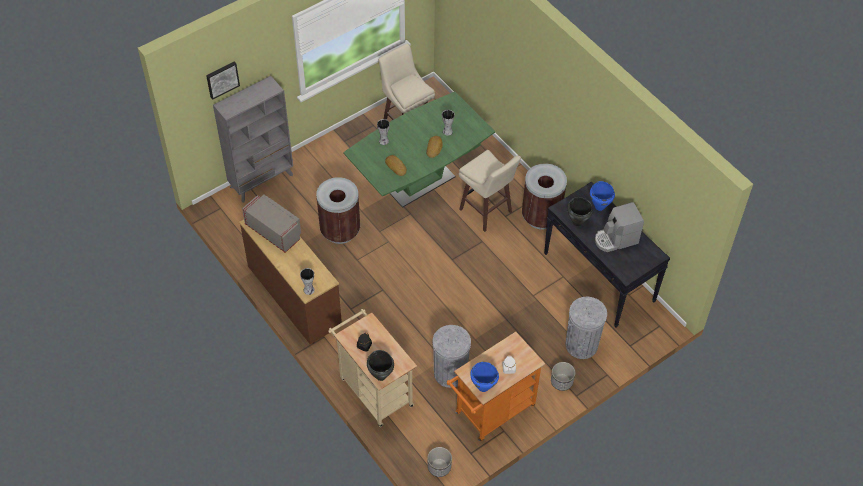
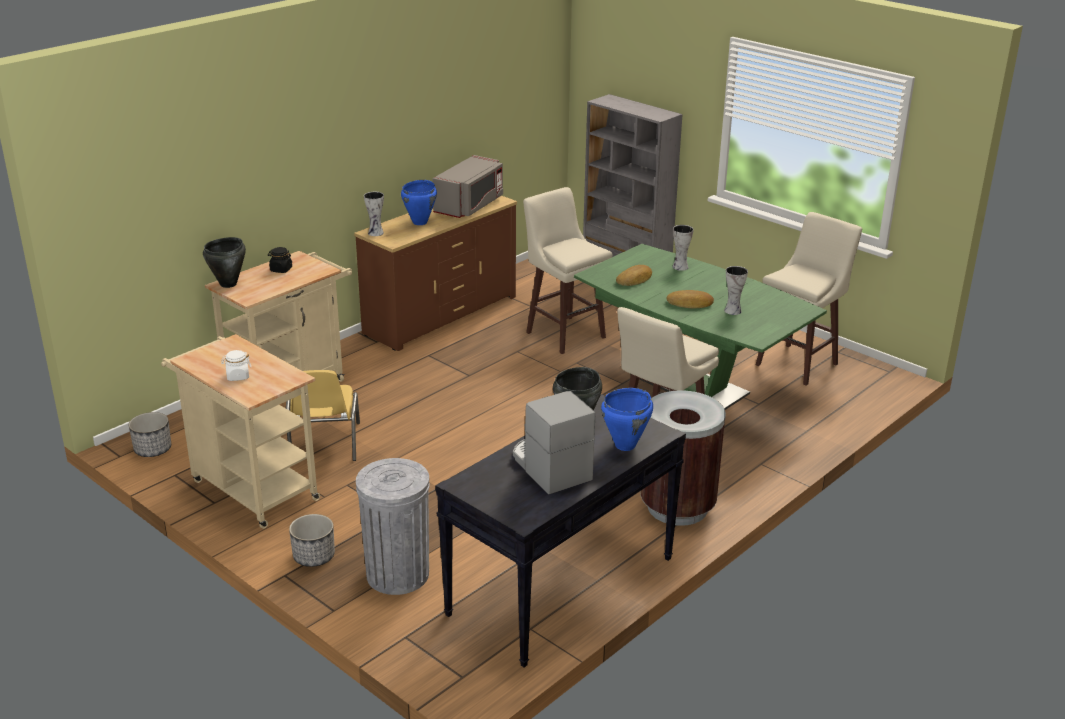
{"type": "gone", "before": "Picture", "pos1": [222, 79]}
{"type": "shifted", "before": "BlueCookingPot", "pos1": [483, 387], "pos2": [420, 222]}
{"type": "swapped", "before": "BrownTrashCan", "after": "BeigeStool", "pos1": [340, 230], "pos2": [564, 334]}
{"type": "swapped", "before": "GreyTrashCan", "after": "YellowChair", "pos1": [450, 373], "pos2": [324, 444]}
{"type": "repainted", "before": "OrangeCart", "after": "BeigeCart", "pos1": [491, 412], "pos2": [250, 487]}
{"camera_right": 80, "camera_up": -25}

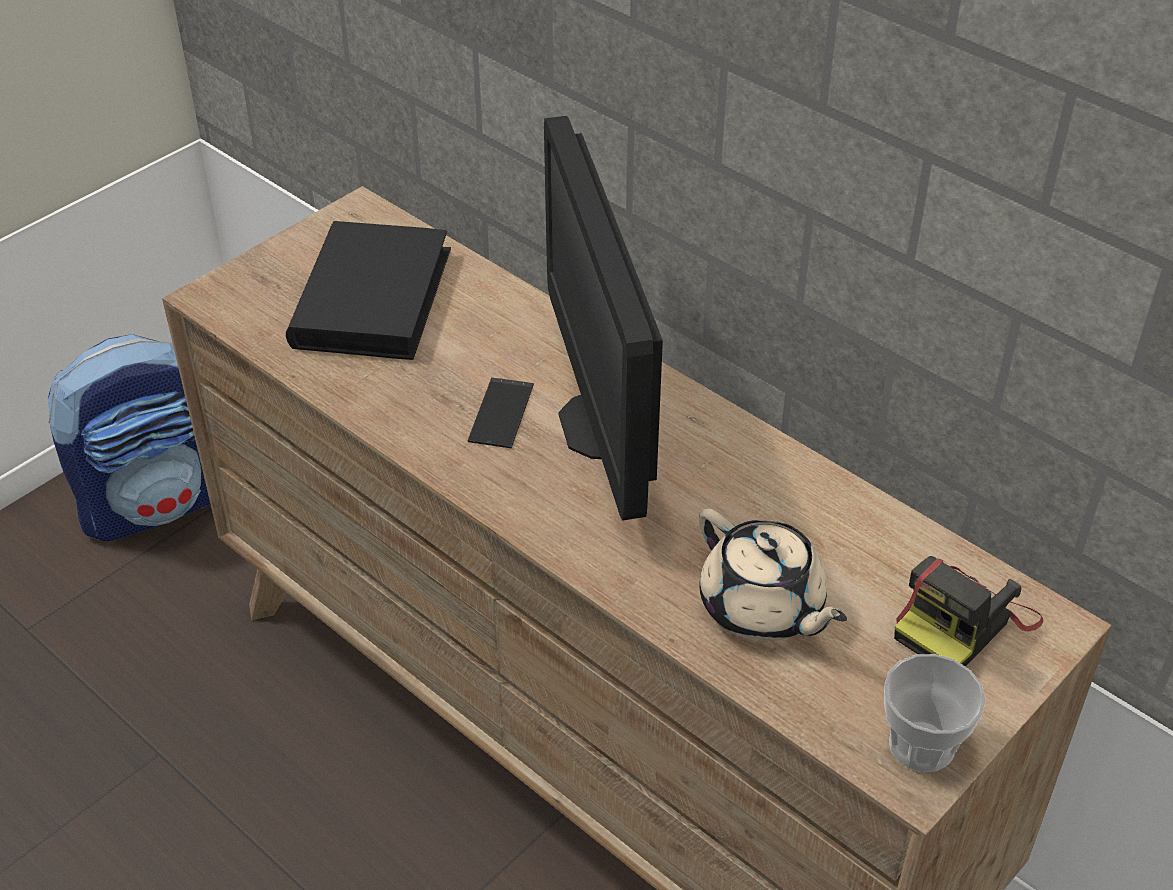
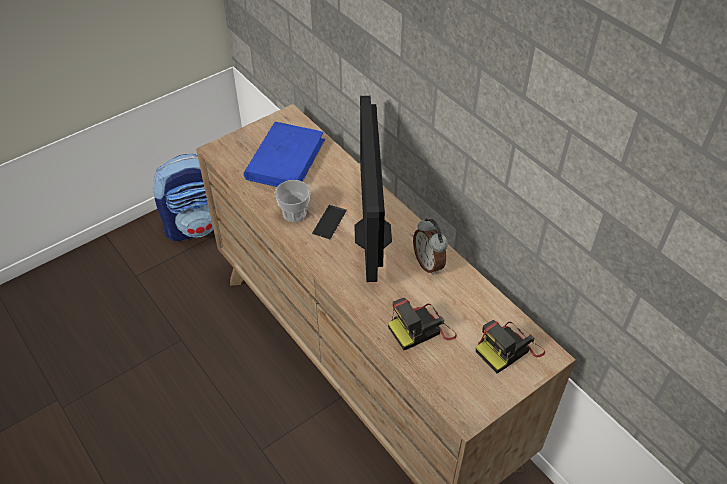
{"type": "new", "after": "AlarmClock", "pos2": [429, 263]}
{"type": "shifted", "before": "Cup", "pos1": [921, 745], "pos2": [294, 213]}
{"type": "swapped", "before": "BeigeTeapot", "after": "PhotoCamera", "pos1": [762, 608], "pos2": [421, 329]}
{"type": "repainted", "before": "BlackBook", "after": "BlueBook", "pos1": [372, 298], "pos2": [285, 159]}
{"camera_right": 10, "camera_up": 5}

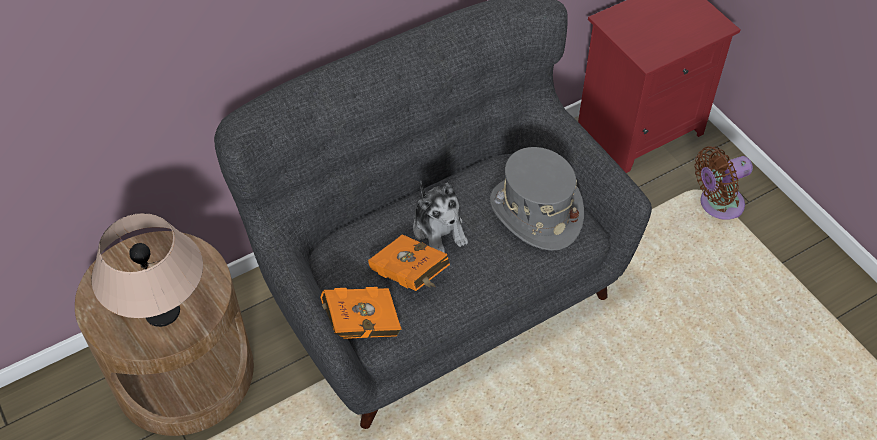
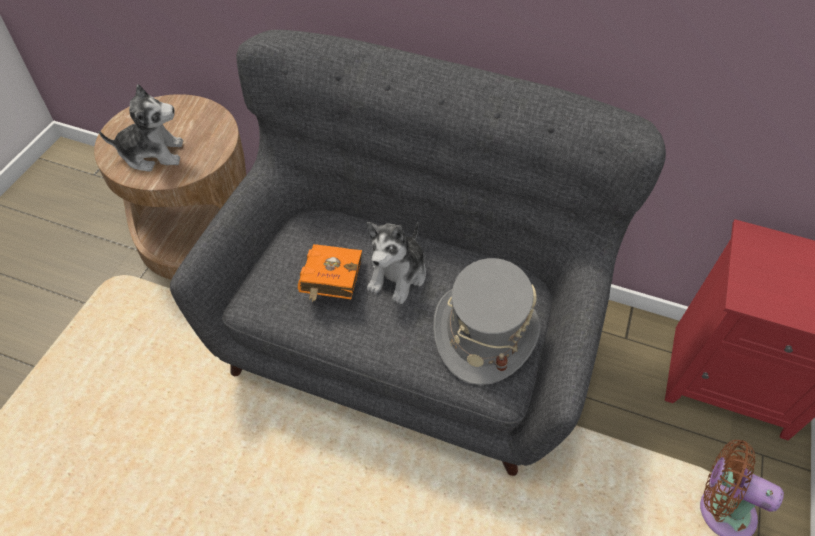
{"type": "gone", "before": "OrangeBook", "pos1": [358, 324]}
{"type": "swapped", "before": "BeigeTableLamp", "after": "PlushToy", "pos1": [162, 312], "pos2": [152, 154]}
{"camera_right": 50, "camera_up": 0}

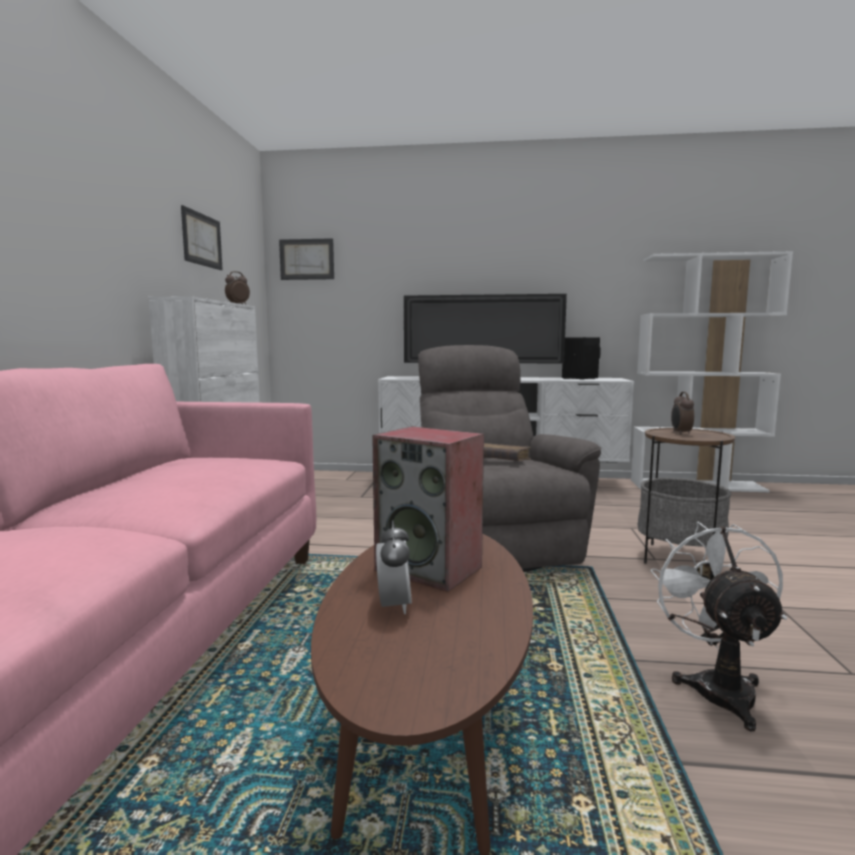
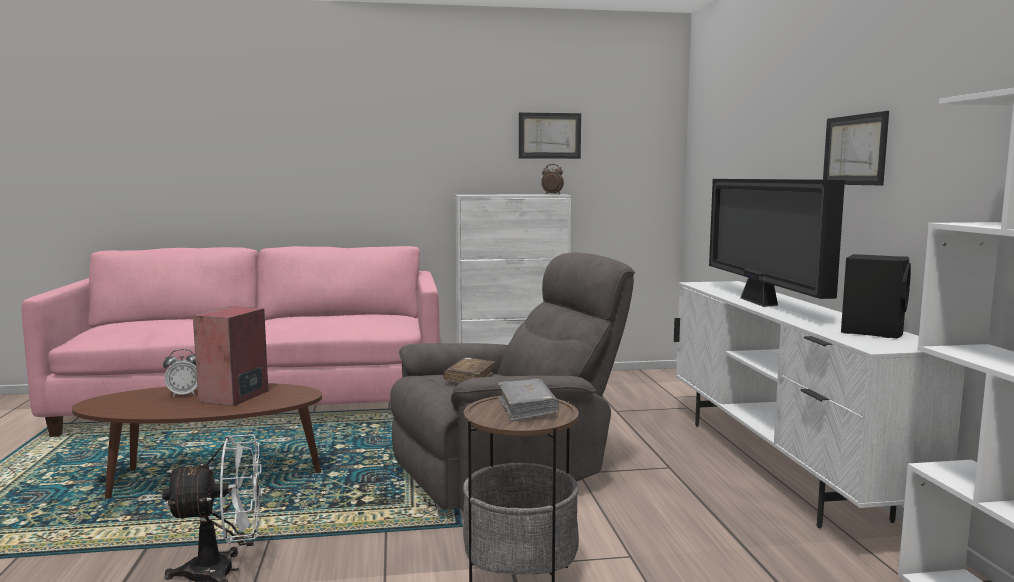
{"type": "shifted", "before": "Picture", "pos1": [307, 259], "pos2": [855, 150]}
{"type": "swapped", "before": "AlarmClock", "after": "GreyBook", "pos1": [680, 433], "pos2": [527, 409]}
{"camera_right": 75, "camera_up": 0}

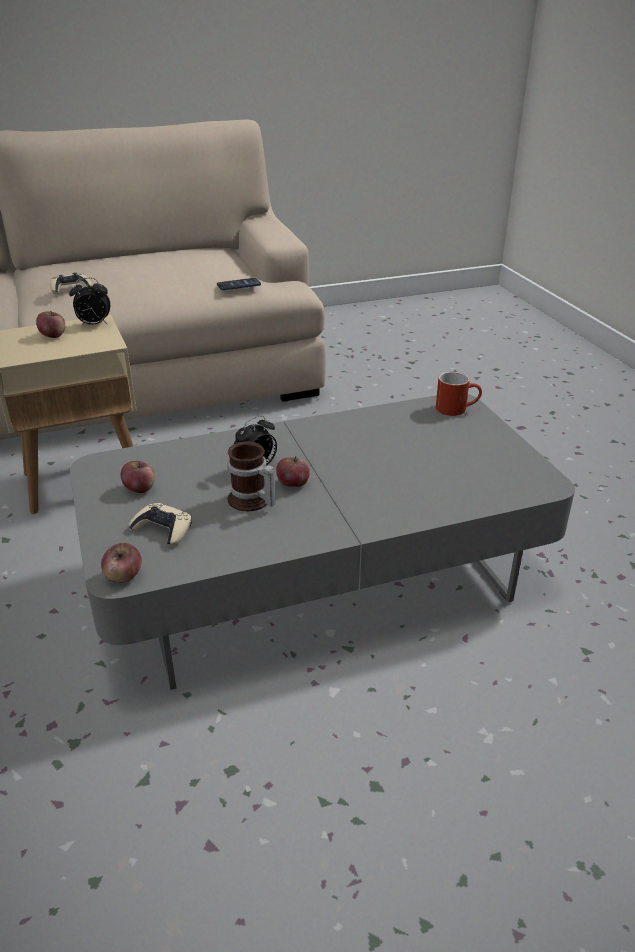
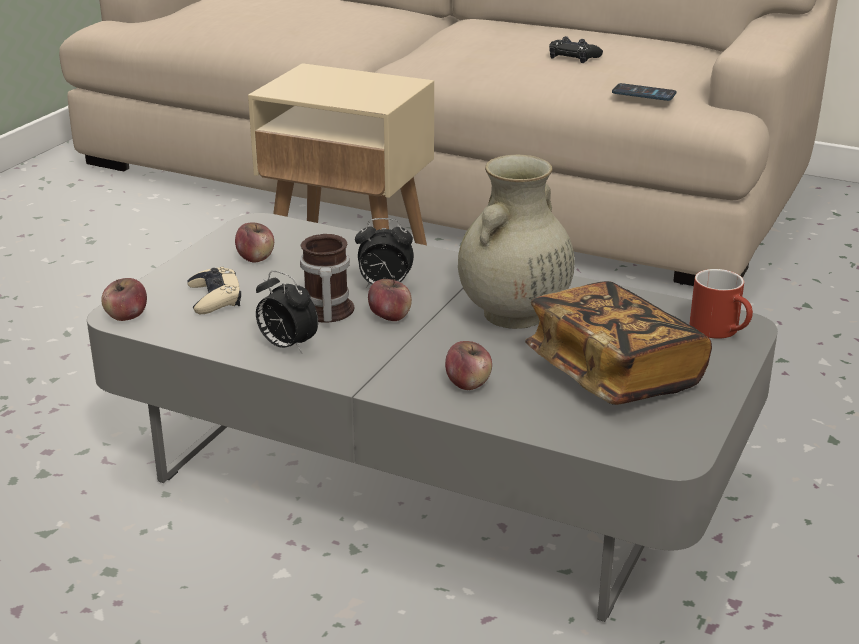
{"type": "gone", "before": "BeigeGameController", "pos1": [70, 288]}
{"type": "new", "after": "BeigeVase", "pos2": [513, 315]}
{"type": "new", "after": "Book", "pos2": [613, 374]}
{"type": "new", "after": "BlackGameController", "pos2": [573, 56]}
{"type": "shifted", "before": "Apple", "pos1": [53, 336], "pos2": [468, 383]}
{"type": "shifted", "before": "AlarmClock", "pos1": [94, 325], "pos2": [286, 346]}
{"camera_right": 45, "camera_up": -5}

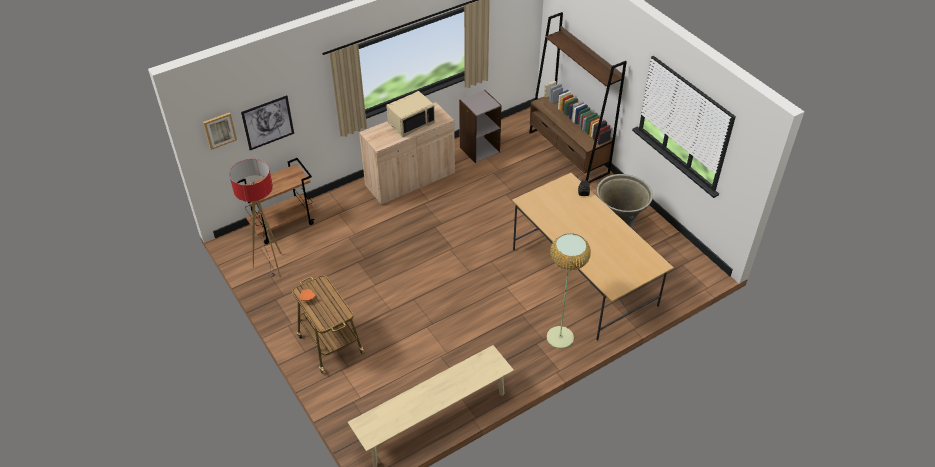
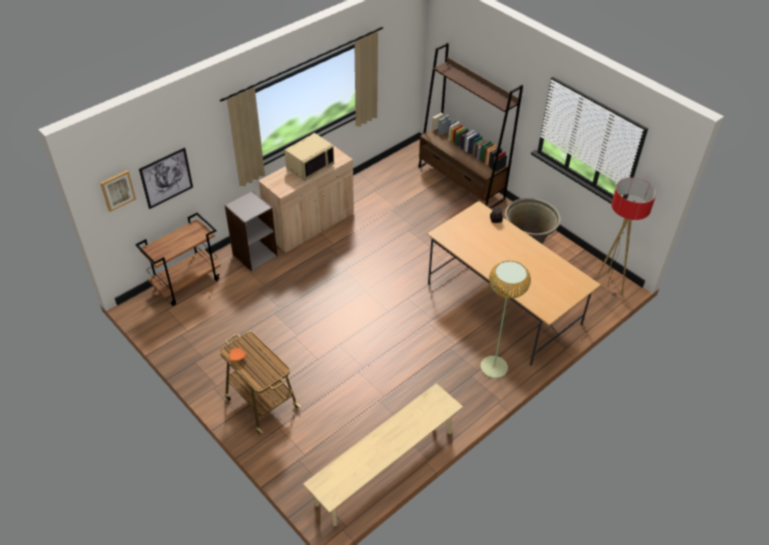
{"type": "shifted", "before": "FloorLamp", "pos1": [271, 266], "pos2": [606, 286]}
{"type": "shifted", "before": "GreyBookcase", "pos1": [479, 149], "pos2": [254, 254]}
{"camera_right": -10, "camera_up": 0}

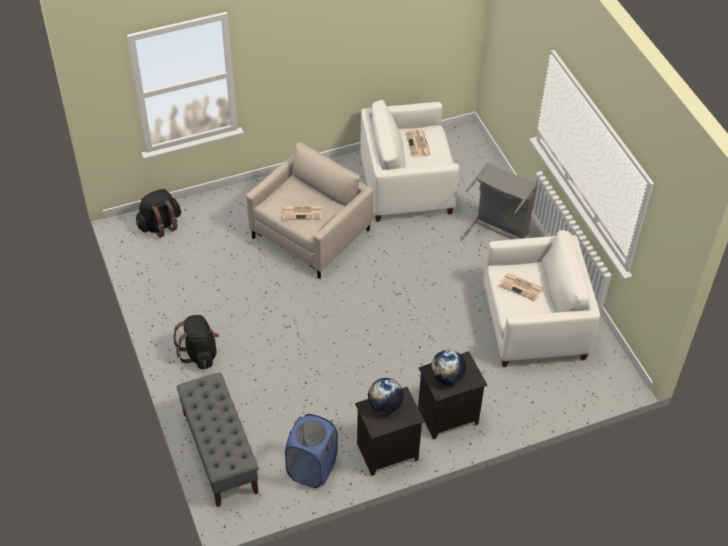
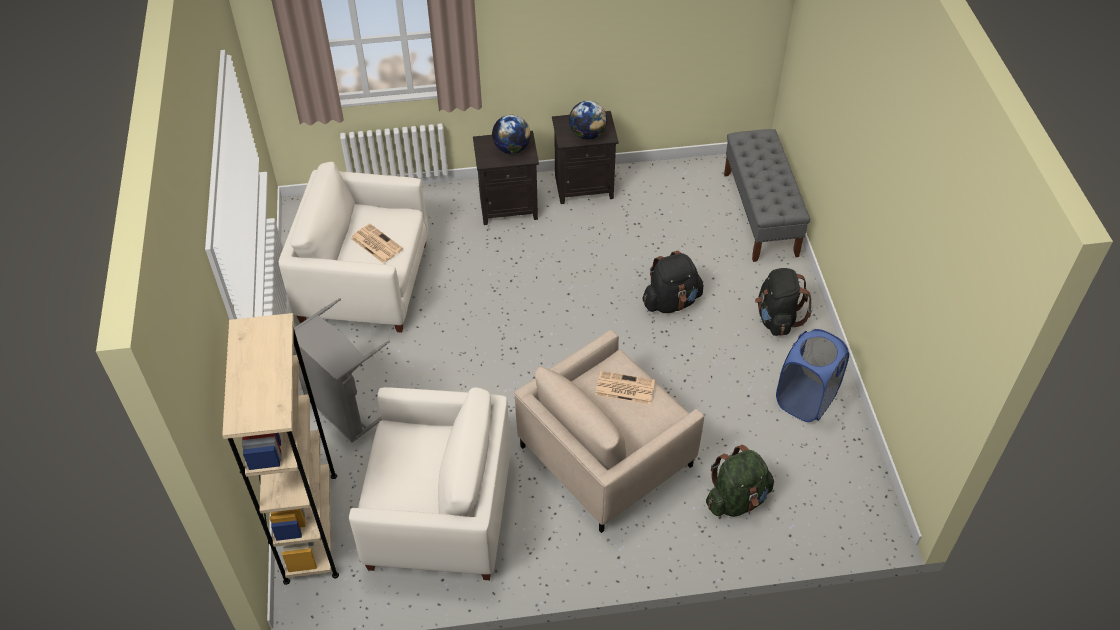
{"type": "gone", "before": "Newspaper", "pos1": [418, 144]}
{"type": "new", "after": "BeigeBookcase", "pos2": [311, 527]}
{"type": "new", "after": "GreenBackpack", "pos2": [737, 499]}
{"type": "shifted", "before": "BlackBackpack", "pos1": [160, 225], "pos2": [671, 302]}
{"type": "shifted", "before": "BlueLaundryBasket", "pos1": [312, 468], "pos2": [805, 400]}
{"camera_right": -165, "camera_up": 0}

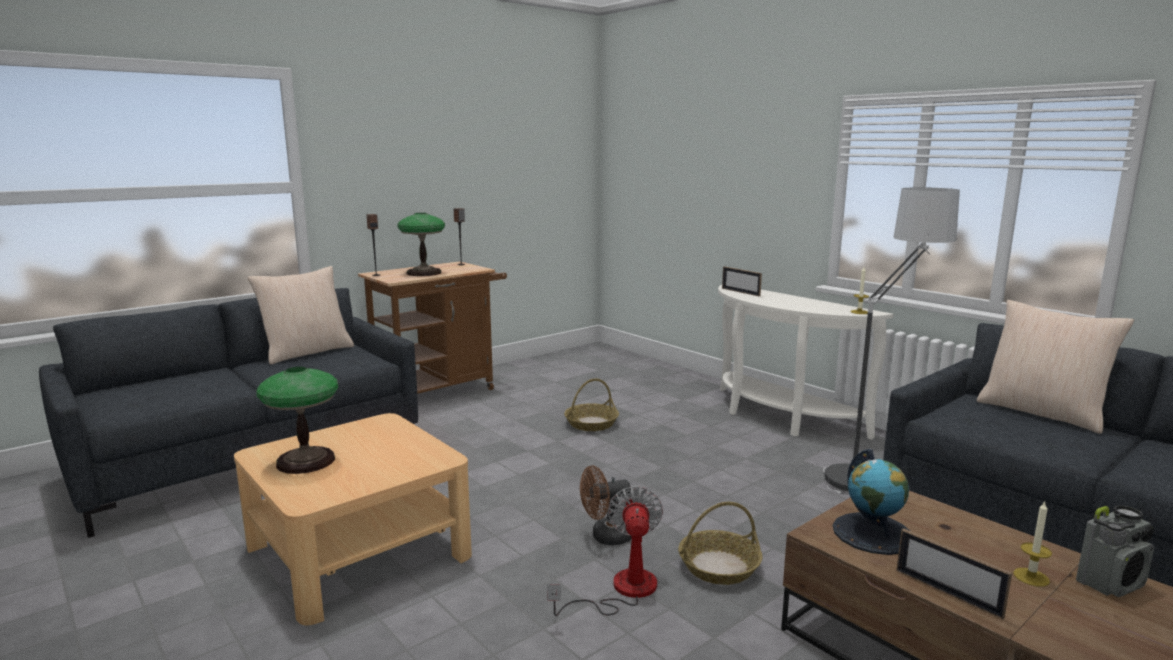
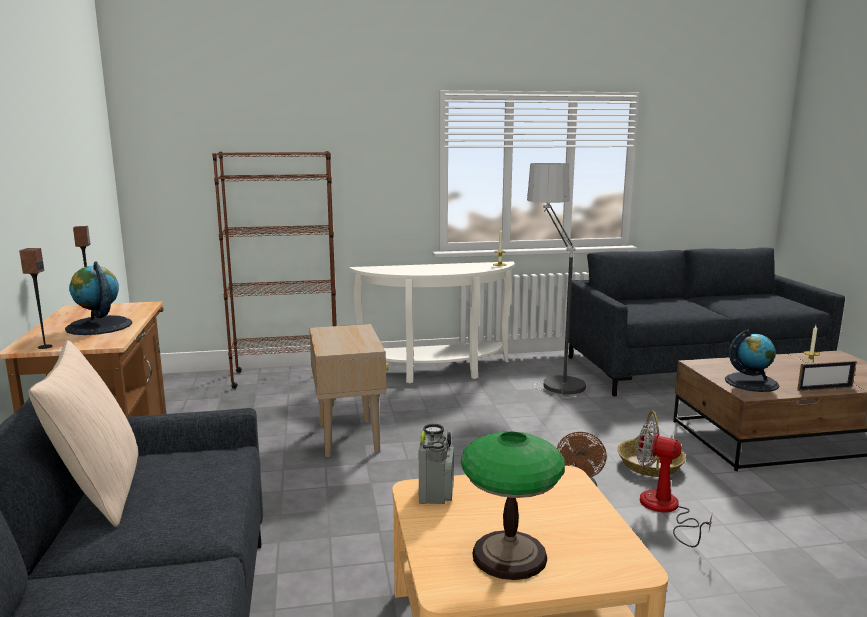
{"type": "gone", "before": "PictureFrame", "pos1": [740, 292]}
{"type": "gone", "before": "BeigePillow", "pos1": [1042, 412]}
{"type": "new", "after": "BrownBookcase", "pos2": [286, 376]}
{"type": "shifted", "before": "Radio", "pos1": [1110, 583], "pos2": [436, 492]}
{"type": "swapped", "before": "TableLamp", "after": "Globe", "pos1": [424, 273], "pos2": [99, 326]}
{"type": "swapped", "before": "Basket", "after": "BeigeSideTable", "pos1": [591, 423], "pos2": [349, 437]}
{"camera_right": -60, "camera_up": 0}

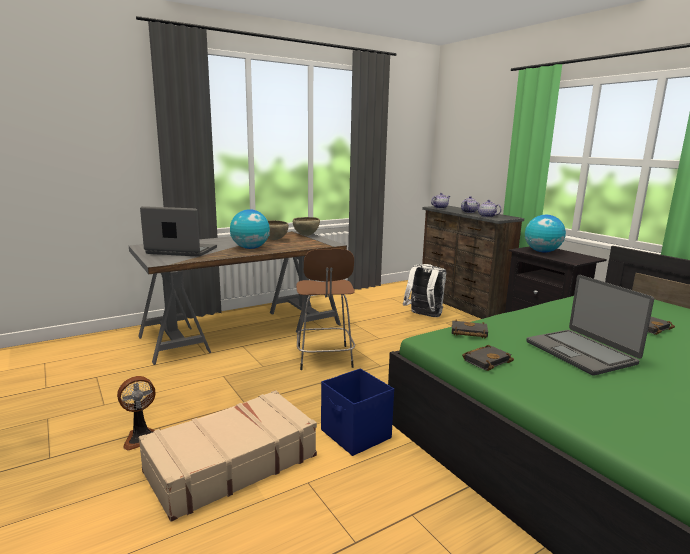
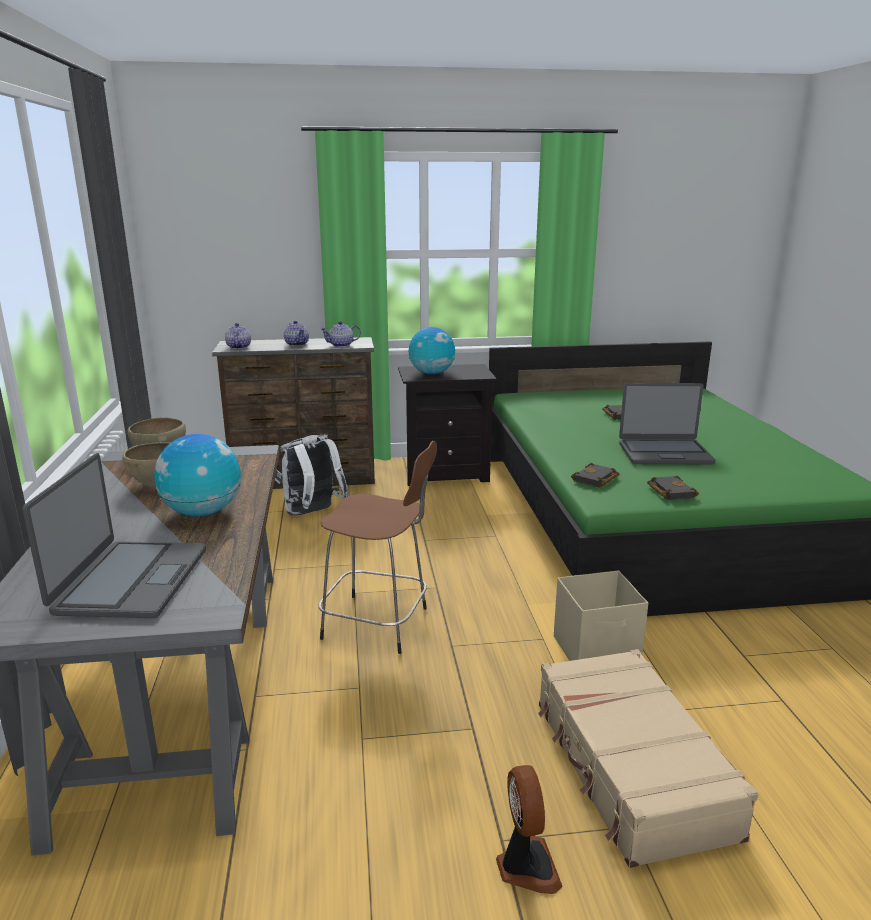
{"type": "repainted", "before": "BlueStorageBox", "after": "BeigeStorageBox", "pos1": [356, 435], "pos2": [597, 651]}
{"type": "rotated", "before": "Laptop", "pos1": [181, 251], "pos2": [130, 581], "turn": 150}
{"camera_right": -65, "camera_up": 5}

